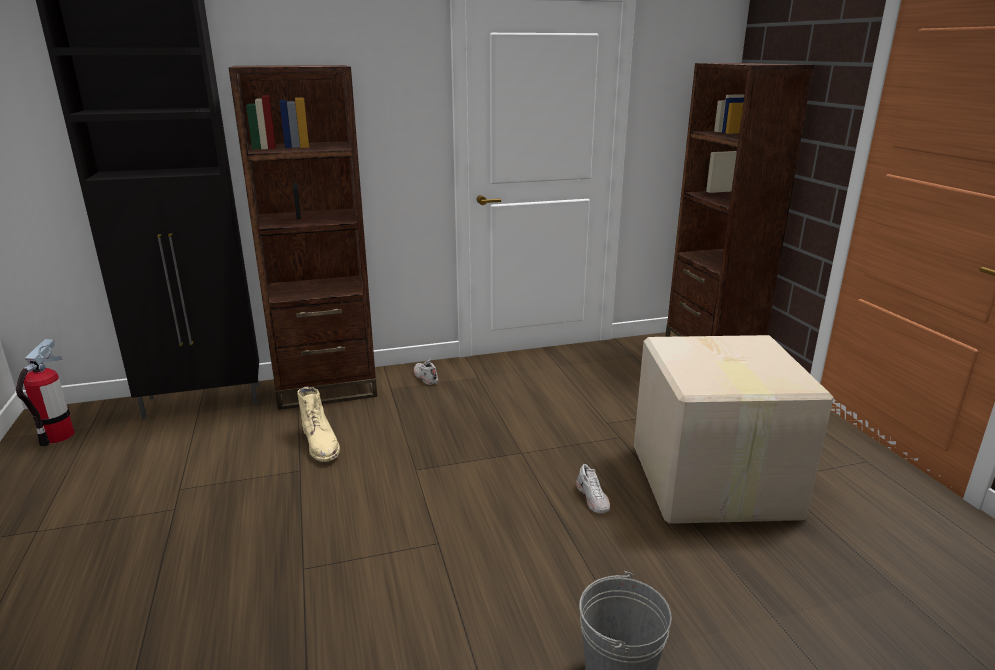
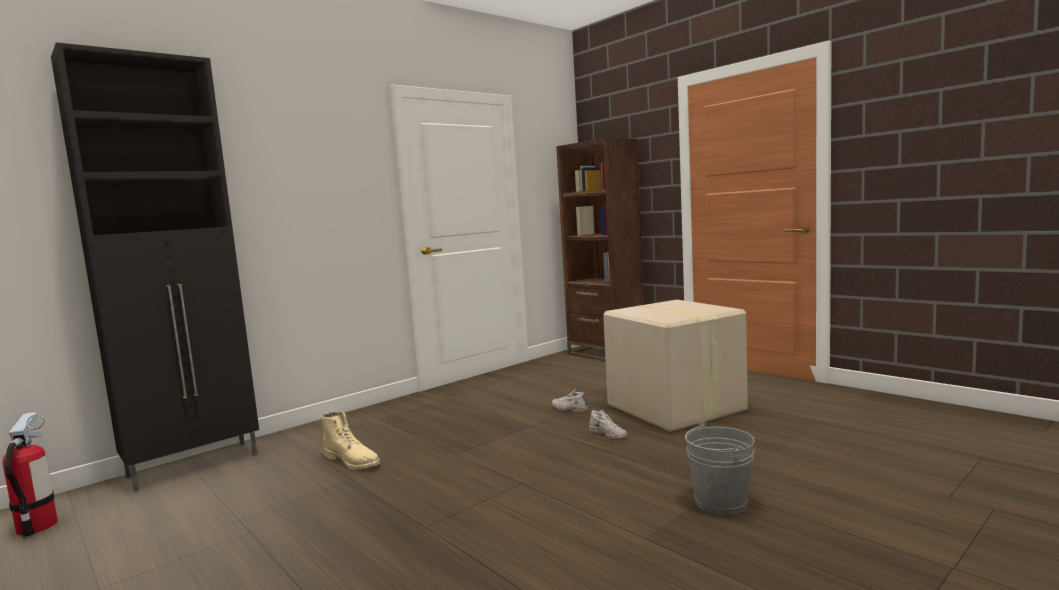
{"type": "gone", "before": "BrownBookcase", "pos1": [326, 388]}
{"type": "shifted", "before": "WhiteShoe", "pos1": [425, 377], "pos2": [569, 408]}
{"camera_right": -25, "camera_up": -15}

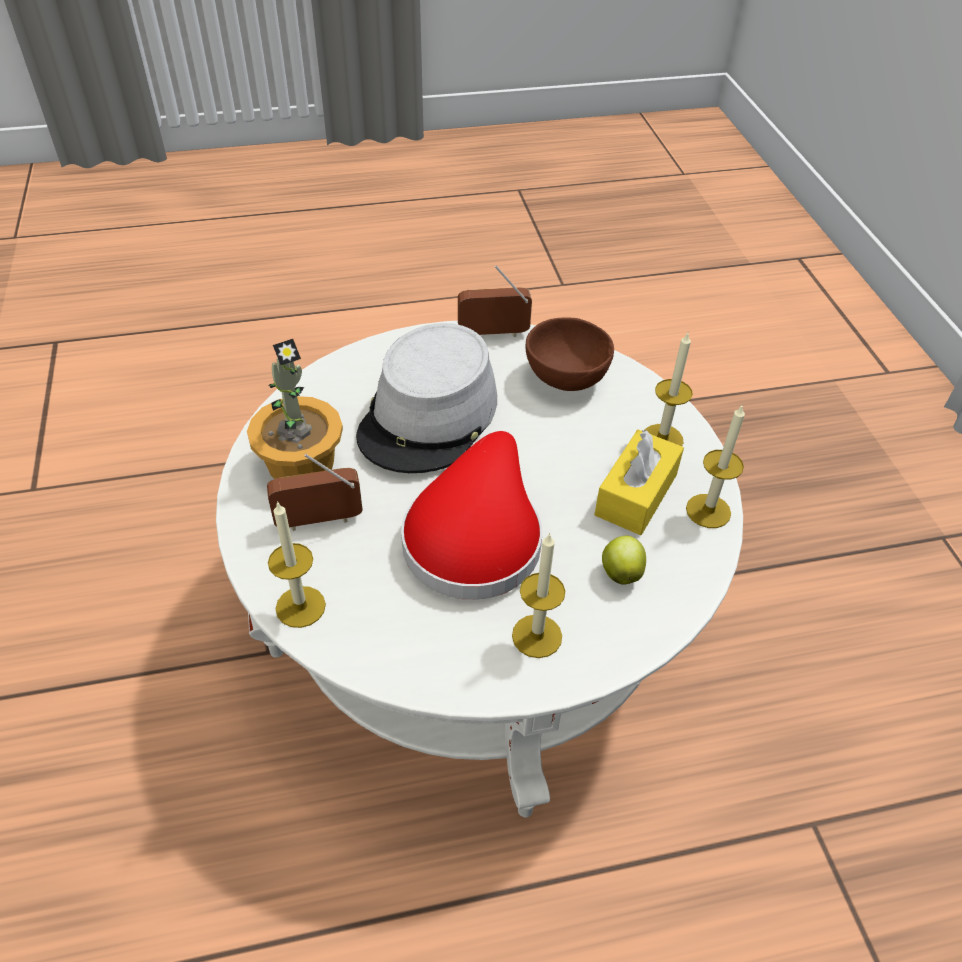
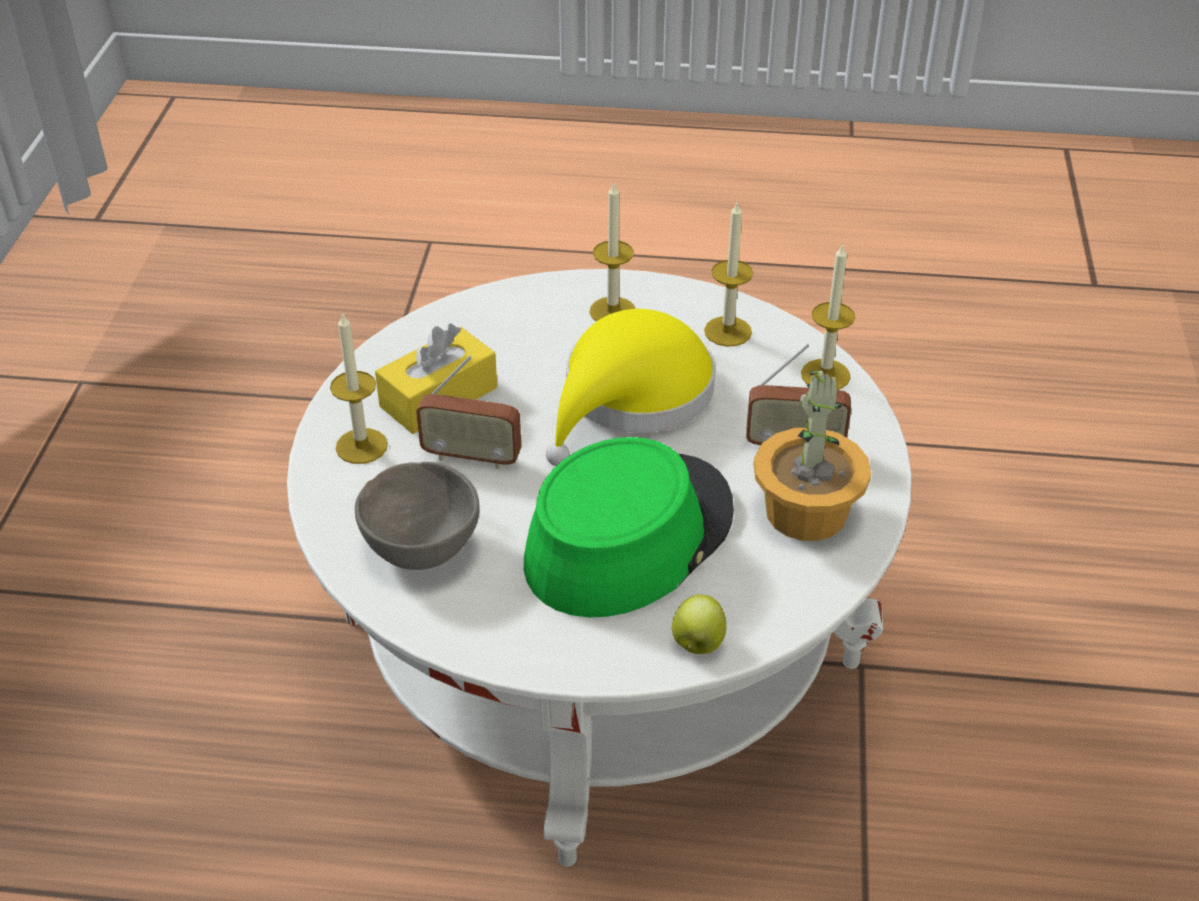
{"type": "shifted", "before": "Radio", "pos1": [493, 334], "pos2": [471, 457]}
{"type": "shifted", "before": "Apple", "pos1": [621, 572], "pos2": [698, 644]}
{"type": "shifted", "before": "Candle", "pos1": [708, 511], "pos2": [728, 331]}
{"type": "repainted", "before": "GreyHat", "after": "GreenHat", "pos1": [429, 416], "pos2": [628, 536]}
{"type": "repainted", "before": "RedHat", "after": "YellowHat", "pos1": [475, 535], "pos2": [631, 397]}
{"type": "repainted", "before": "BrownBowl", "after": "GreyBowl", "pos1": [566, 380], "pos2": [422, 546]}
{"camera_right": -160, "camera_up": -5}

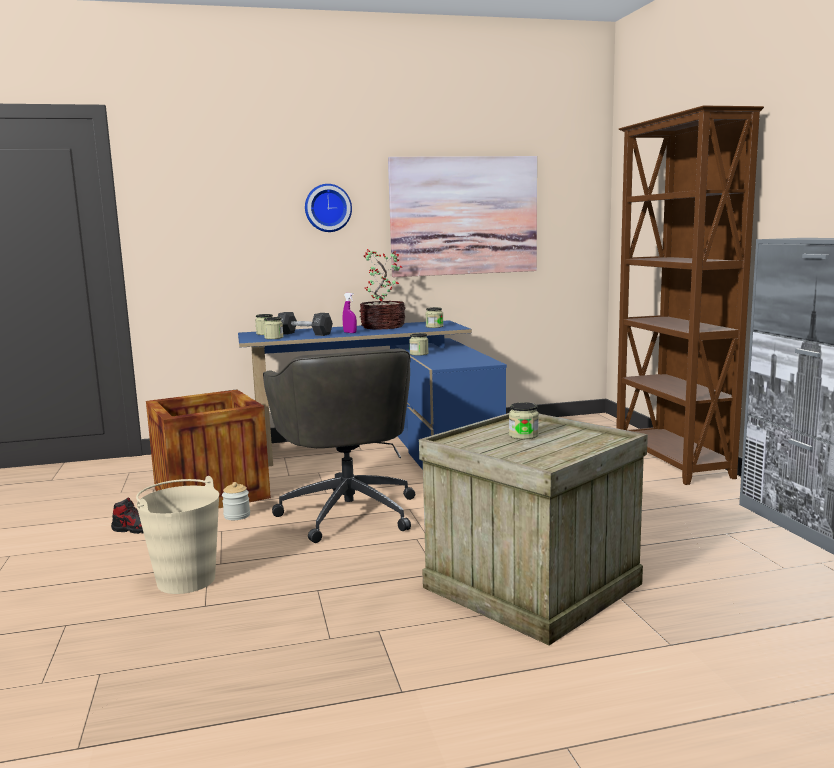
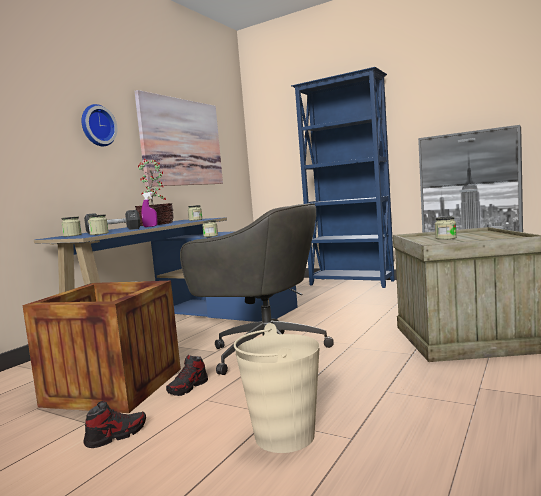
{"type": "swapped", "before": "Jar", "after": "Shoe", "pos1": [237, 516], "pos2": [188, 387]}
{"type": "repainted", "before": "BrownBookcase", "after": "BlueBookcase", "pos1": [671, 462], "pos2": [351, 283]}
{"camera_right": -45, "camera_up": -5}

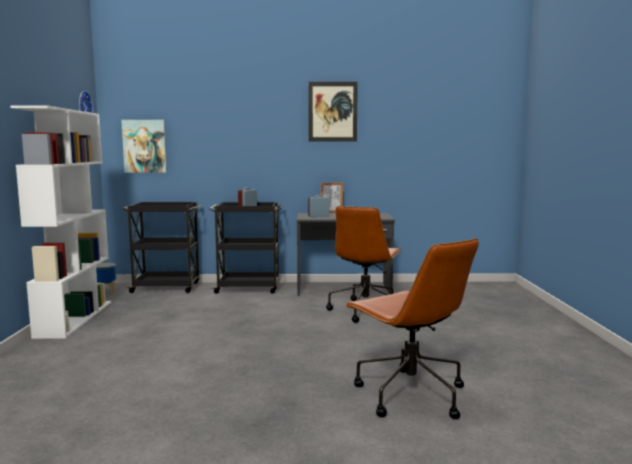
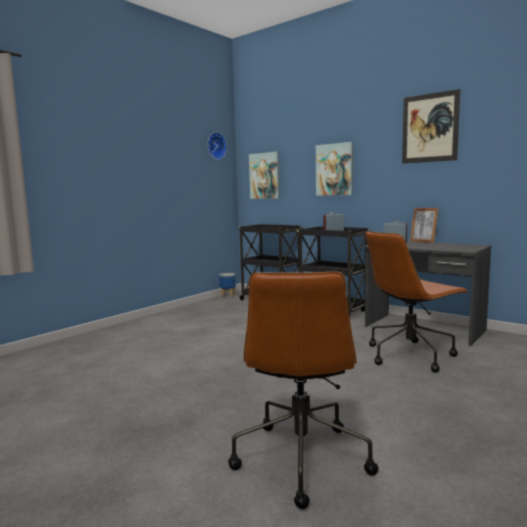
{"type": "gone", "before": "WhiteBookcase", "pos1": [75, 318]}
{"type": "new", "after": "Picture", "pos2": [334, 169]}
{"camera_right": 40, "camera_up": 0}

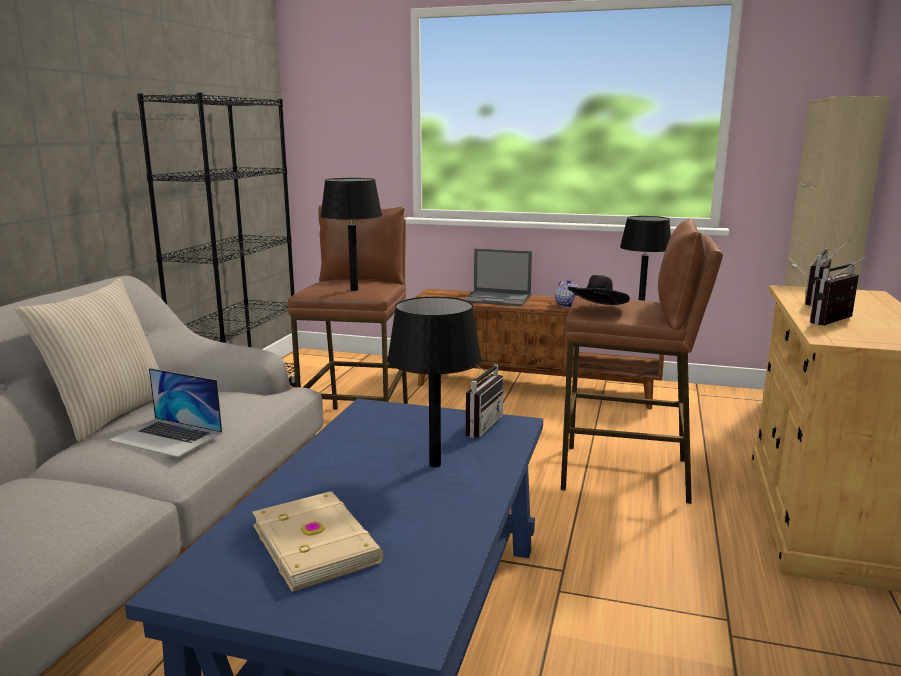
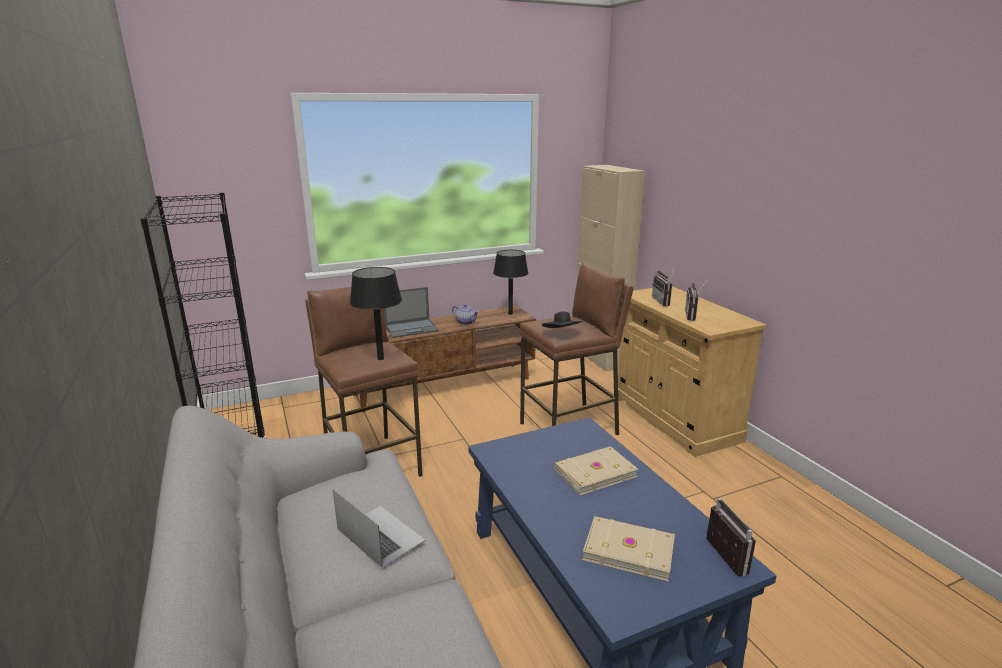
{"type": "gone", "before": "BeigePillow", "pos1": [110, 414]}
{"type": "shifted", "before": "Radio", "pos1": [477, 425], "pos2": [720, 557]}
{"type": "swapped", "before": "BlackTableLamp", "after": "BeigeBook", "pos1": [435, 464], "pos2": [594, 472]}
{"type": "rotated", "before": "Laptop", "pos1": [166, 436], "pos2": [380, 534], "turn": -120}
{"camera_right": -40, "camera_up": 5}

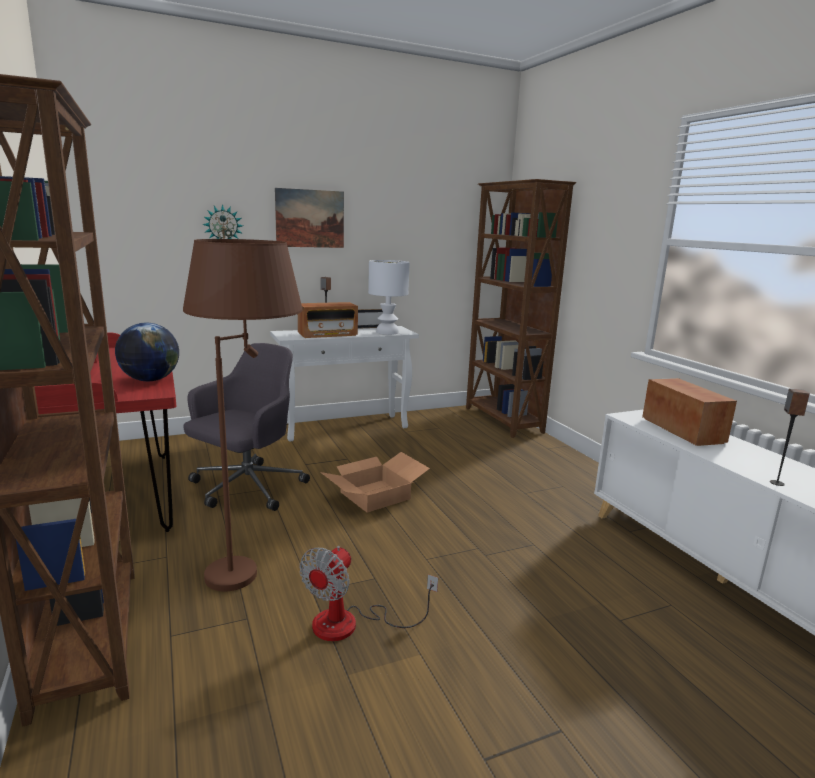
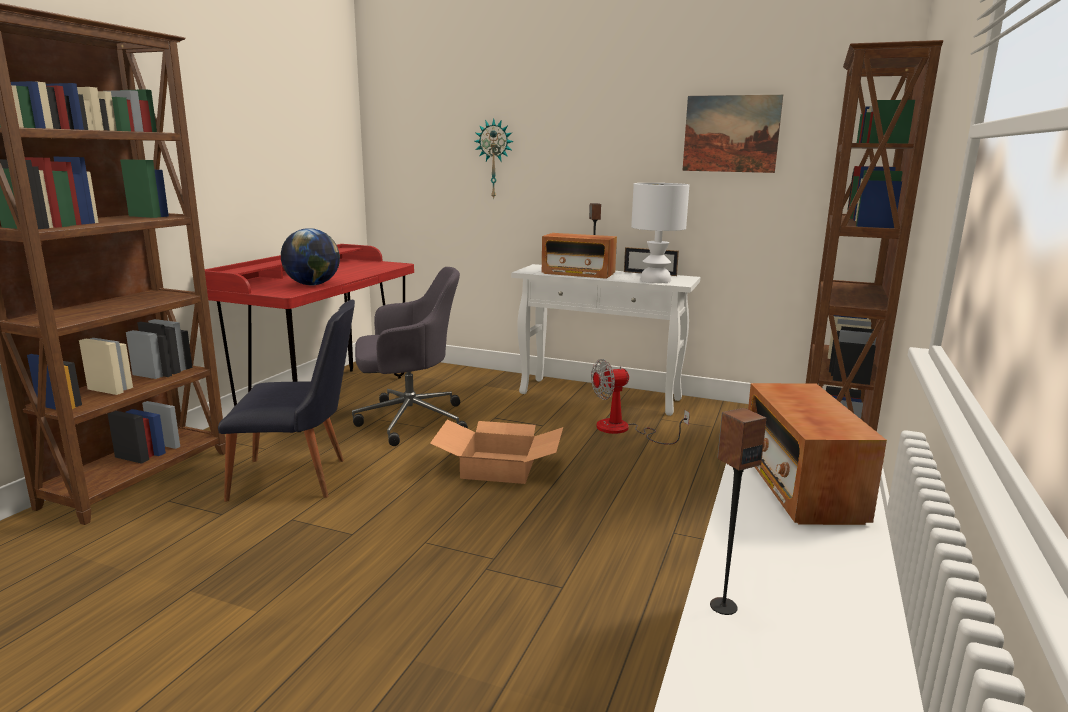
{"type": "shifted", "before": "Picture", "pos1": [310, 218], "pos2": [731, 134]}
{"type": "shifted", "before": "Fan", "pos1": [351, 624], "pos2": [623, 430]}
{"type": "swapped", "before": "BrownFloorLamp", "after": "BlackChair", "pos1": [255, 563], "pos2": [300, 479]}
{"type": "rotated", "before": "Radio", "pos1": [682, 430], "pos2": [800, 487], "turn": 150}
{"camera_right": 45, "camera_up": 0}

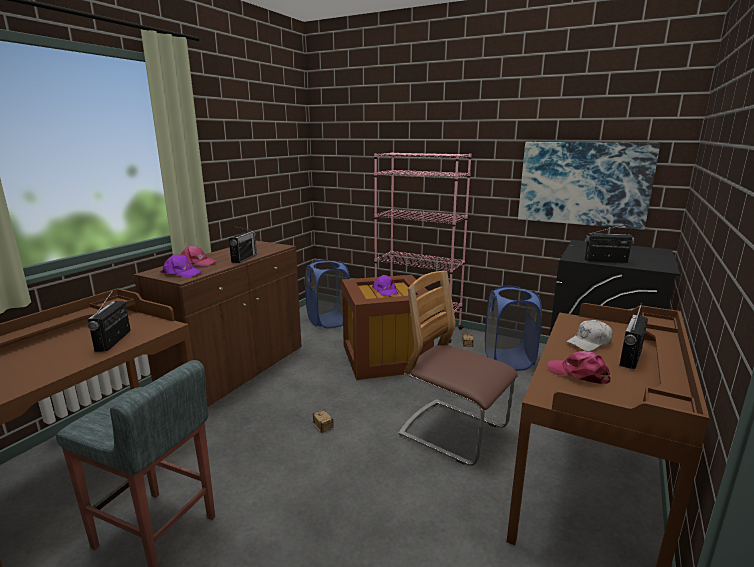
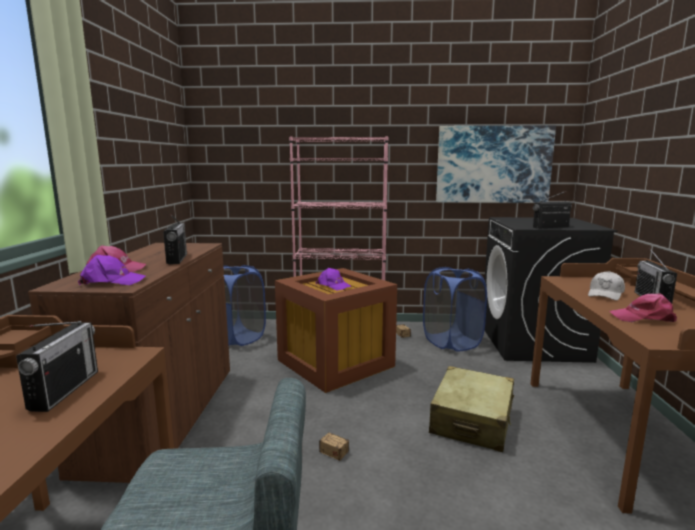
{"type": "swapped", "before": "Chair", "after": "BeigeSuitcase", "pos1": [453, 432], "pos2": [472, 420]}
{"type": "rotated", "before": "Radio", "pos1": [113, 341], "pos2": [65, 390], "turn": -150}
{"camera_right": -25, "camera_up": -5}

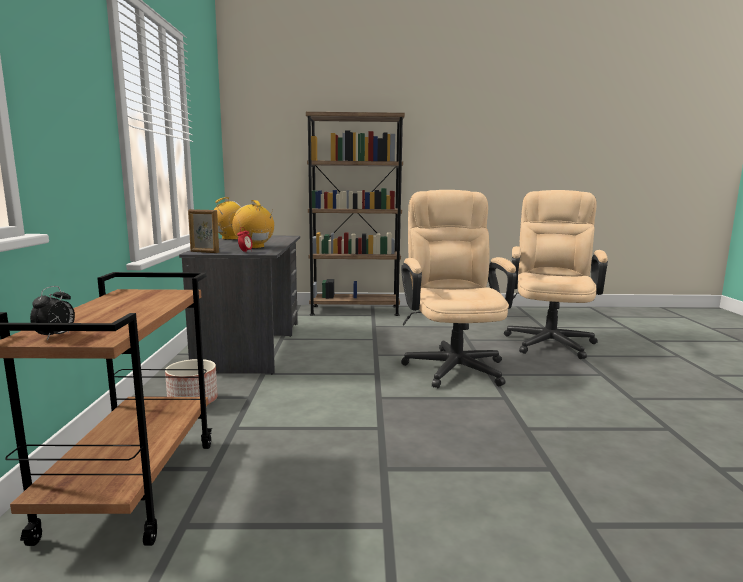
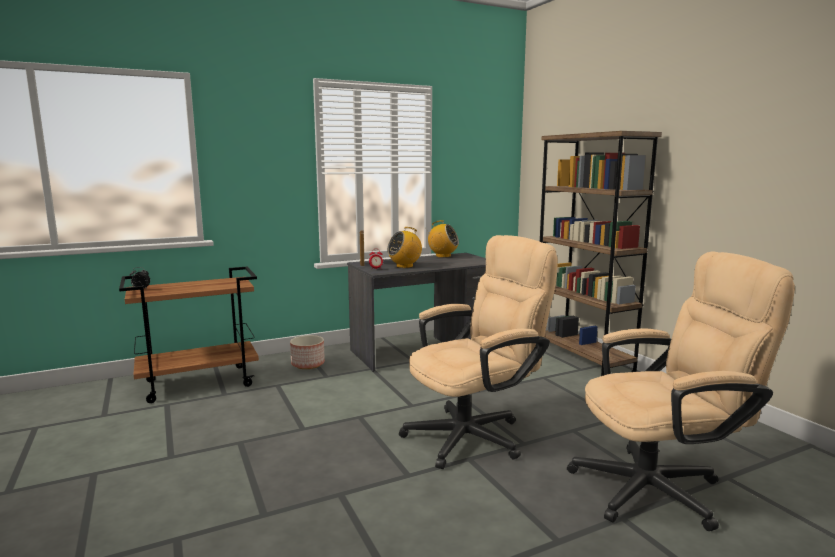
{"type": "rotated", "before": "Radio", "pos1": [254, 247], "pos2": [404, 266], "turn": -150}
{"camera_right": 65, "camera_up": 0}

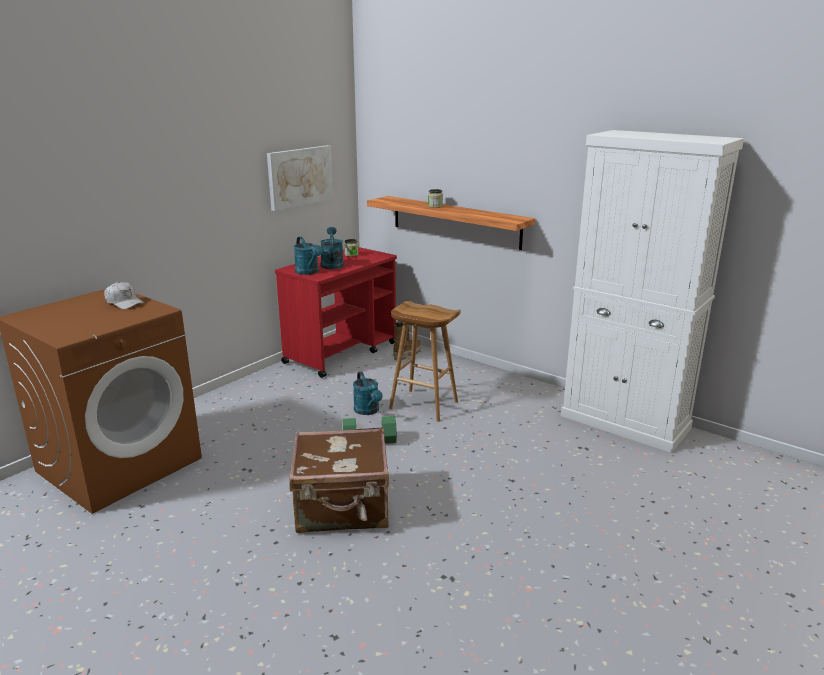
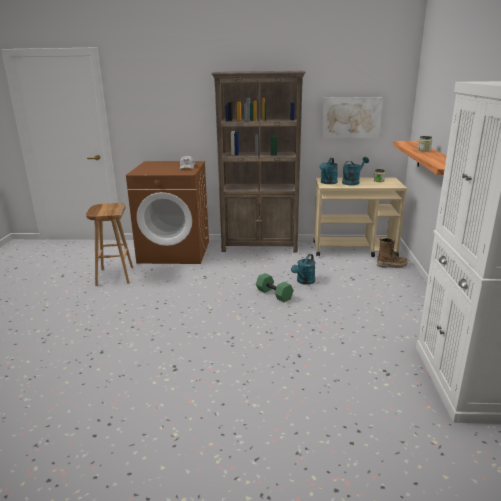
{"type": "gone", "before": "BrownSuitcase", "pos1": [343, 508]}
{"type": "new", "after": "BrownBookcase", "pos2": [260, 246]}
{"type": "shifted", "before": "BrownStool", "pos1": [422, 405], "pos2": [114, 276]}
{"type": "repainted", "before": "RedCart", "after": "BeigeCart", "pos1": [342, 352], "pos2": [354, 249]}
{"camera_right": 55, "camera_up": 0}

